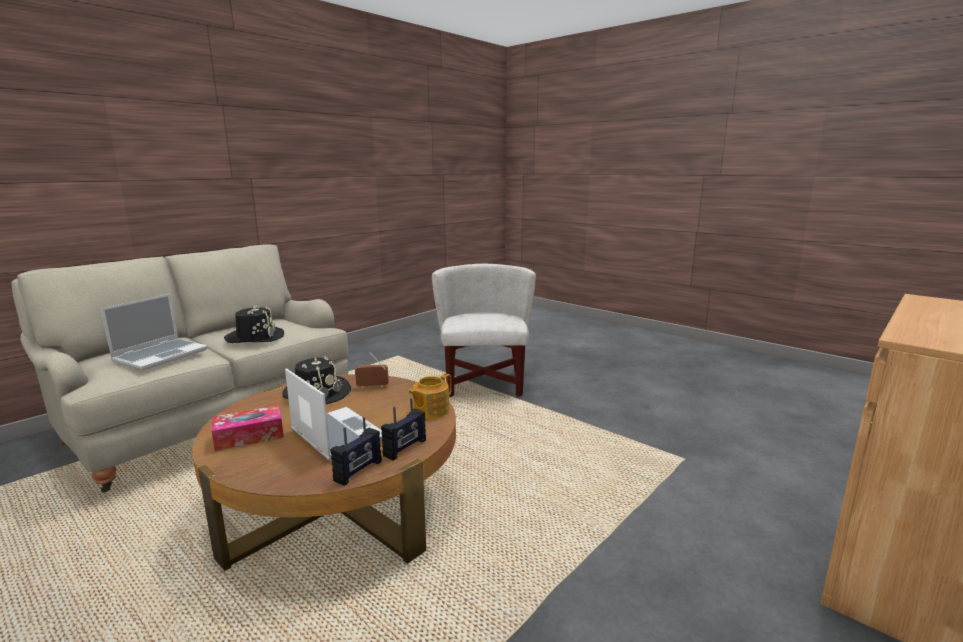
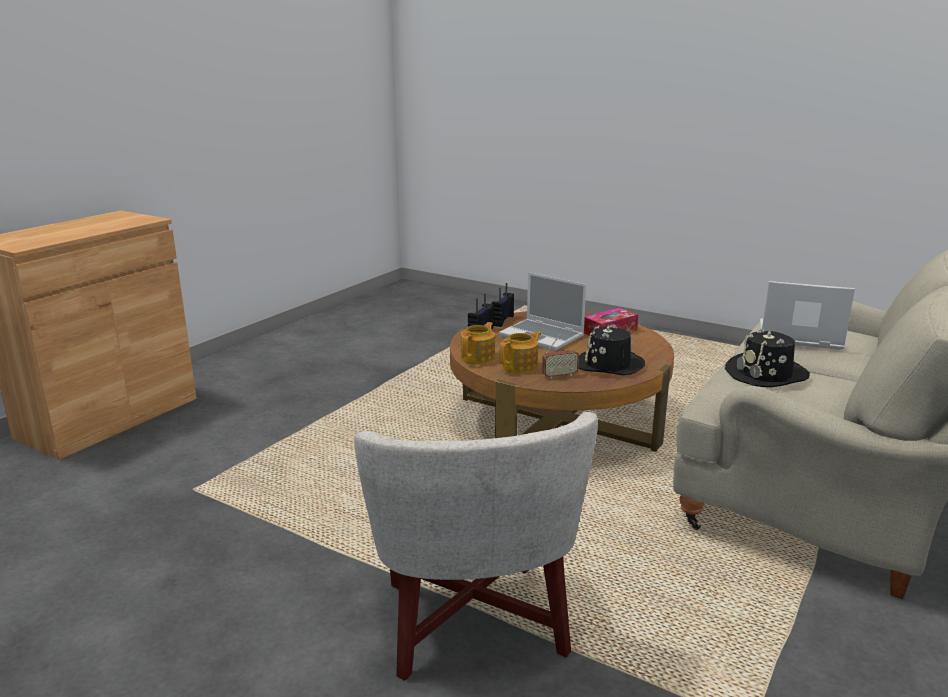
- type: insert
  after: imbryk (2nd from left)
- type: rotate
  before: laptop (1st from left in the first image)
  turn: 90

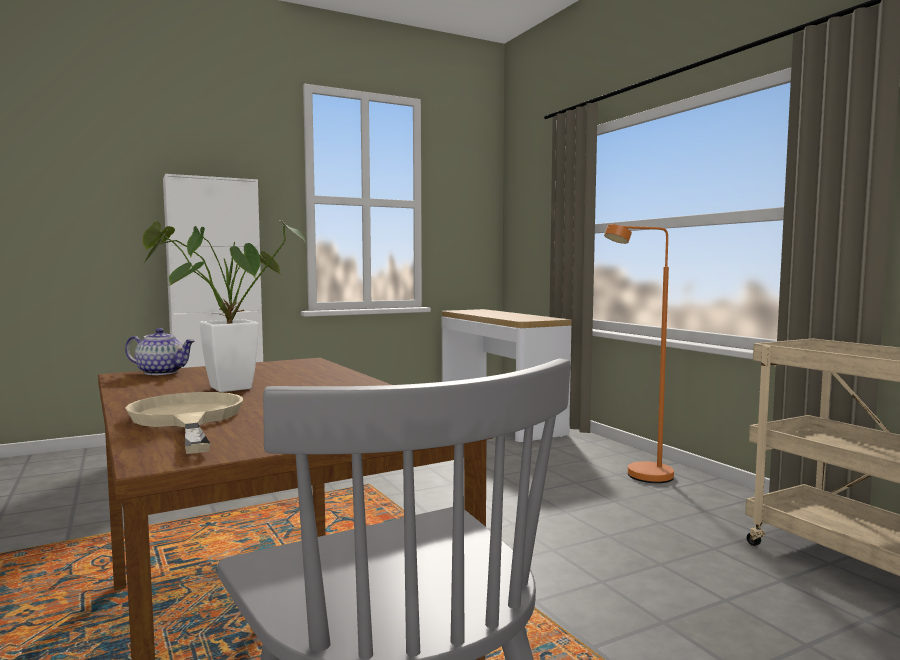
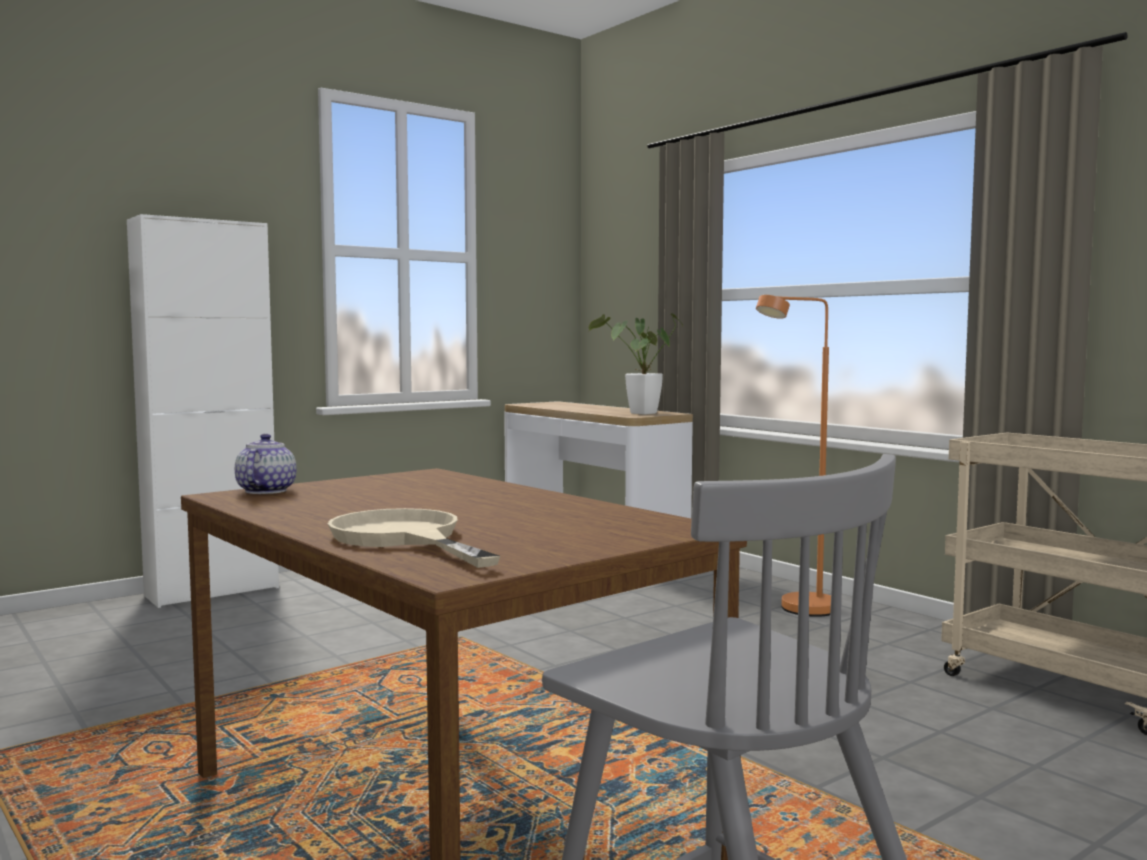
- type: move
  before: roślina doniczkowa
- type: rotate
  before: imbryk
  turn: -90

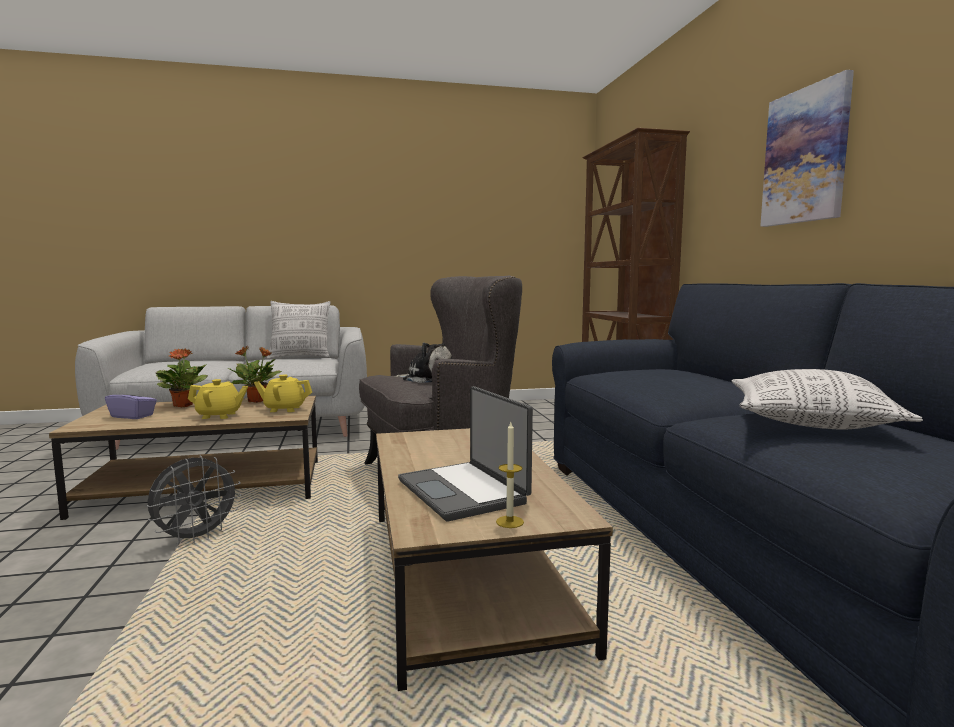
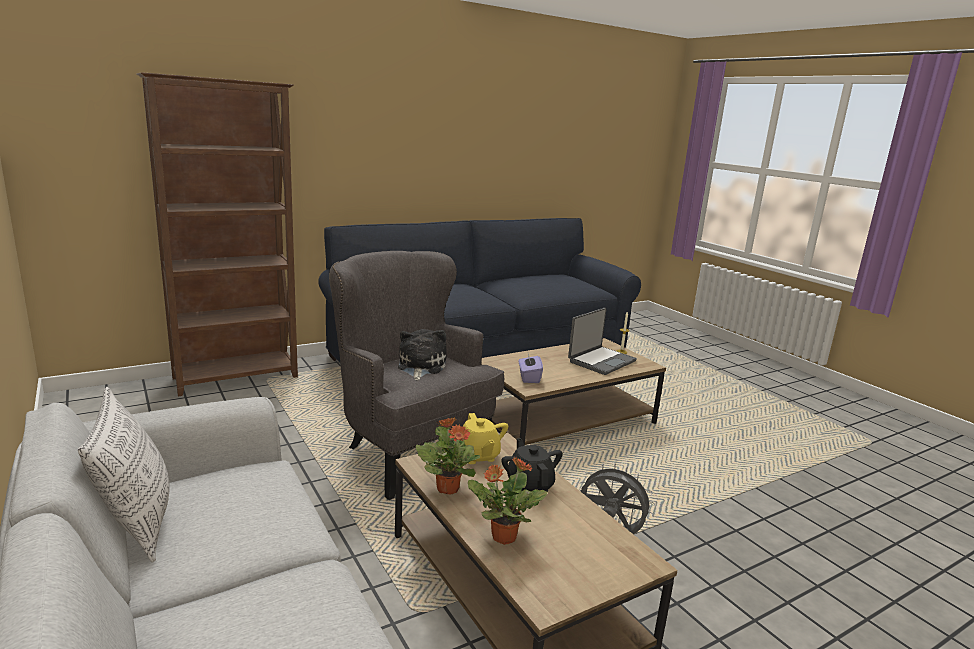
- type: delete
  before: poduszka (2nd from left)
- type: delete
  before: obraz
- type: move
  before: pudełko chusteczek (fioletowy)
- type: recolor
  before: imbryk (żółty) (1st from left)
  after: imbryk (czarny)

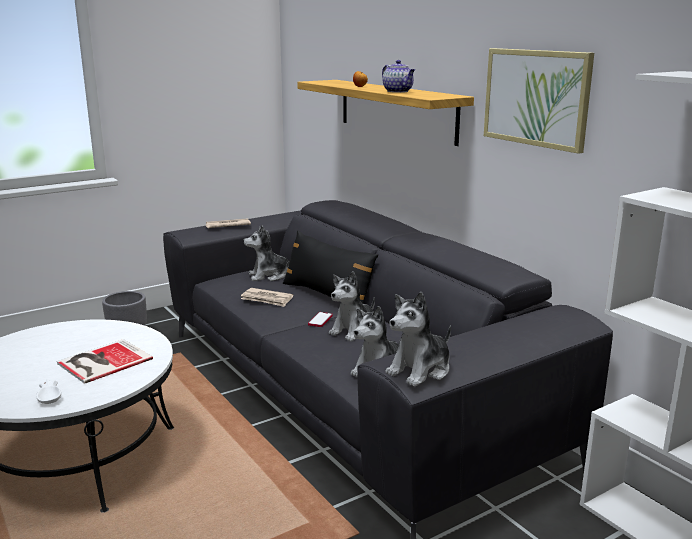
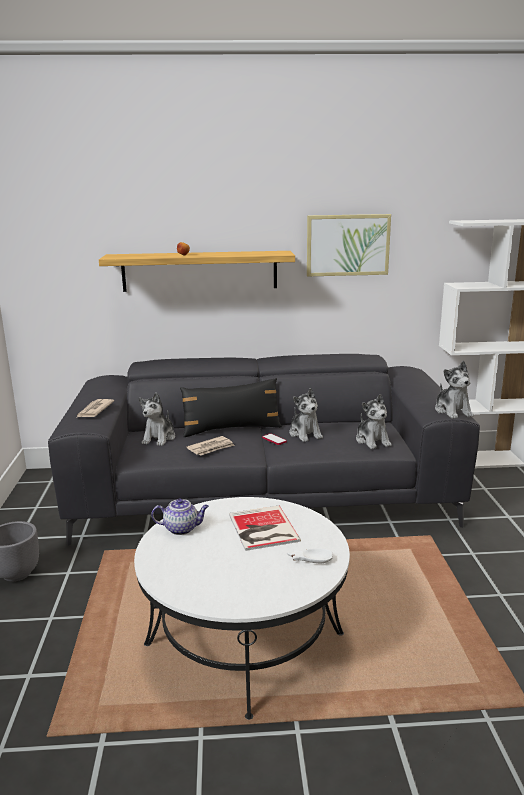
- type: move
  before: imbryk

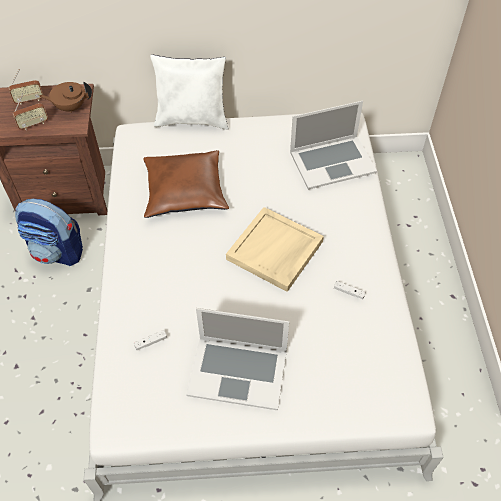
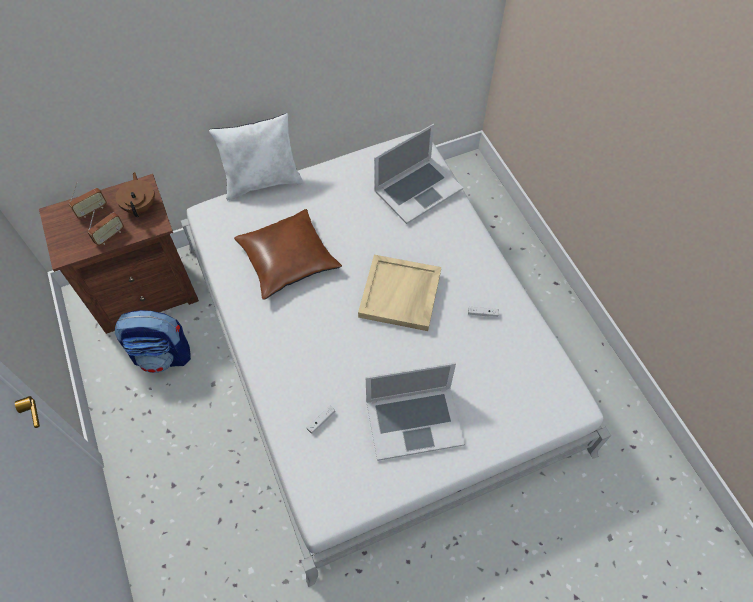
- type: rotate
  before: imbryk (brązowy)
  turn: 105

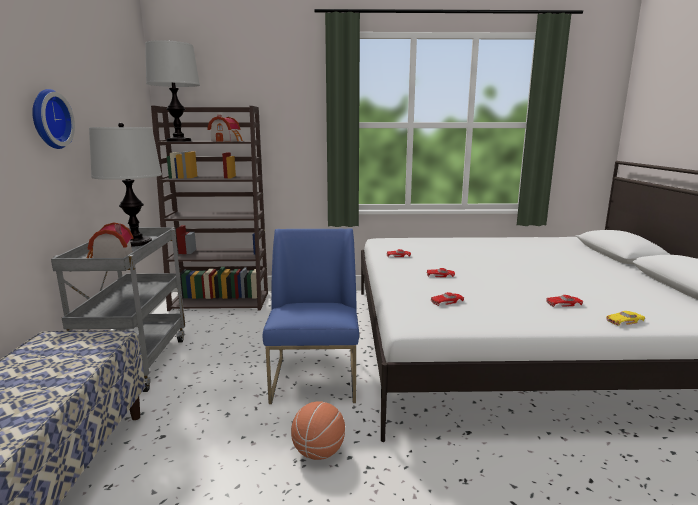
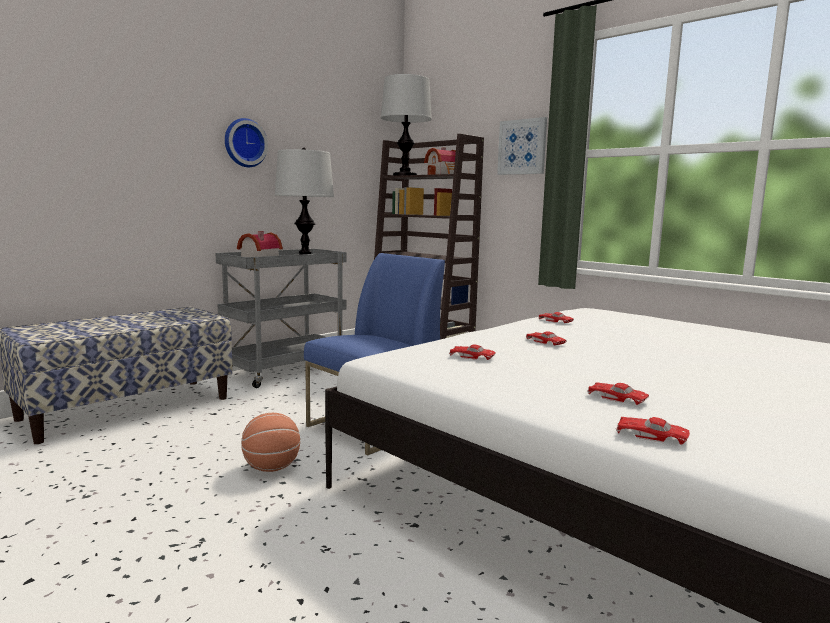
- type: insert
  after: obraz
- type: recolor
  before: samochodzik (żółty)
  after: samochodzik (czerwony) (5th from left)

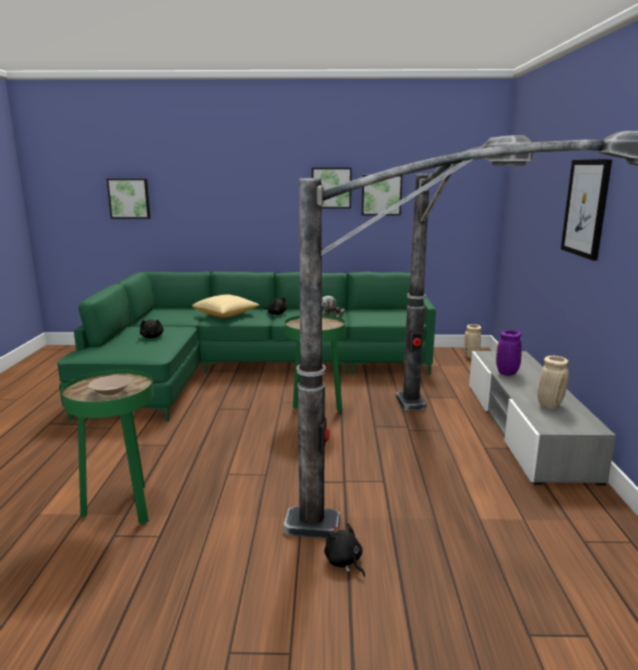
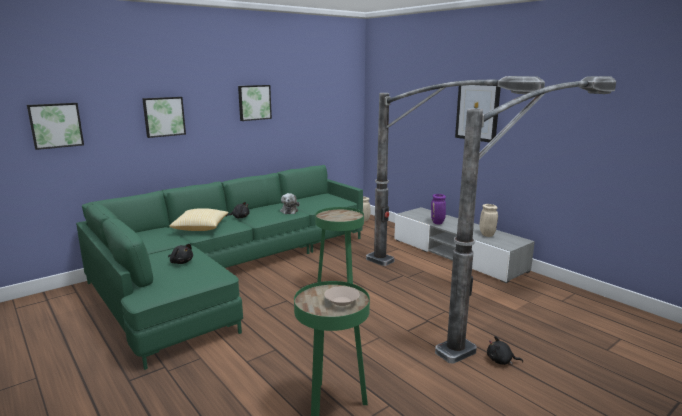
- type: move
  before: obraz (3rd from left in the first image)
  after: obraz (2nd from left)

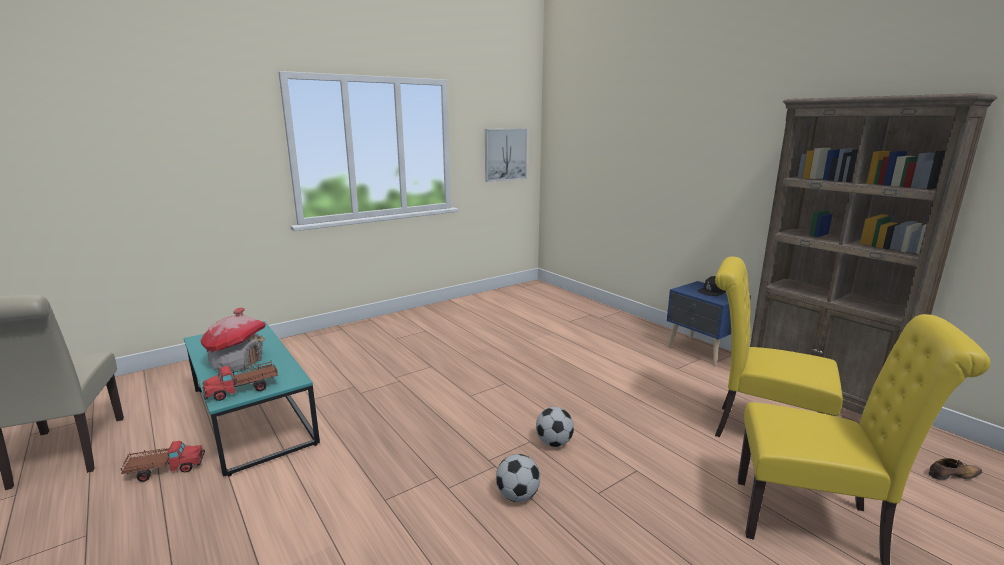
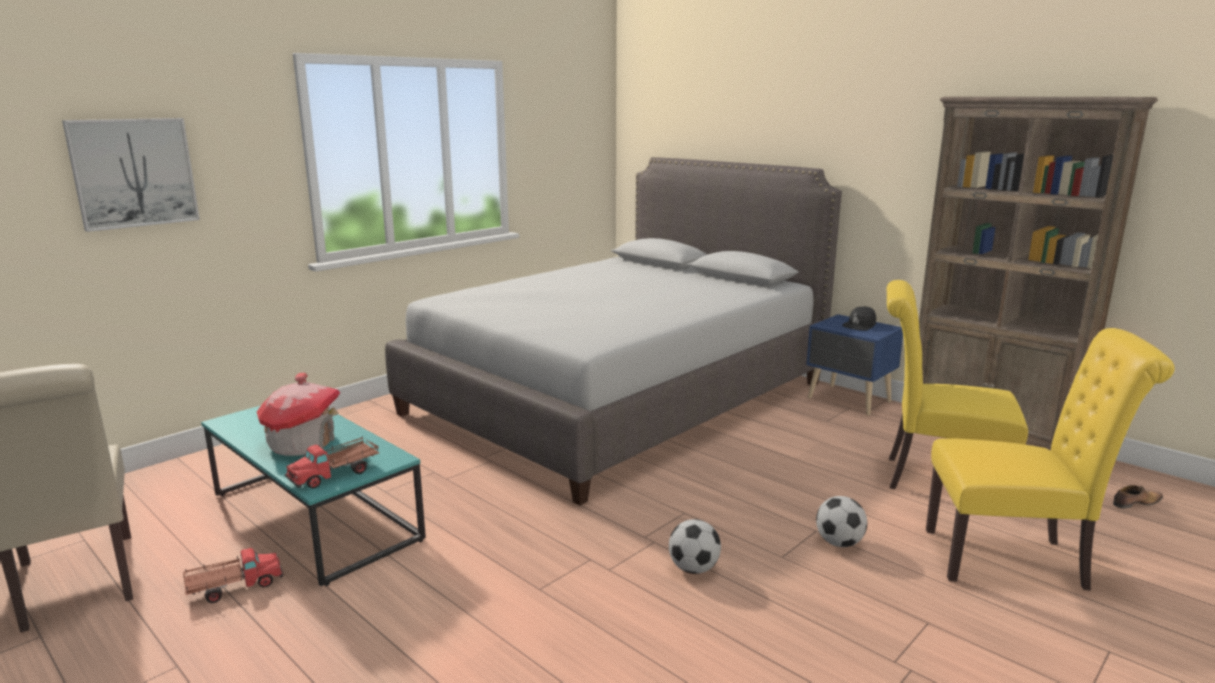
- type: insert
  after: łóżko (szary)
- type: move
  before: obraz
- type: move
  before: piłka futbolowa (2nd from left)

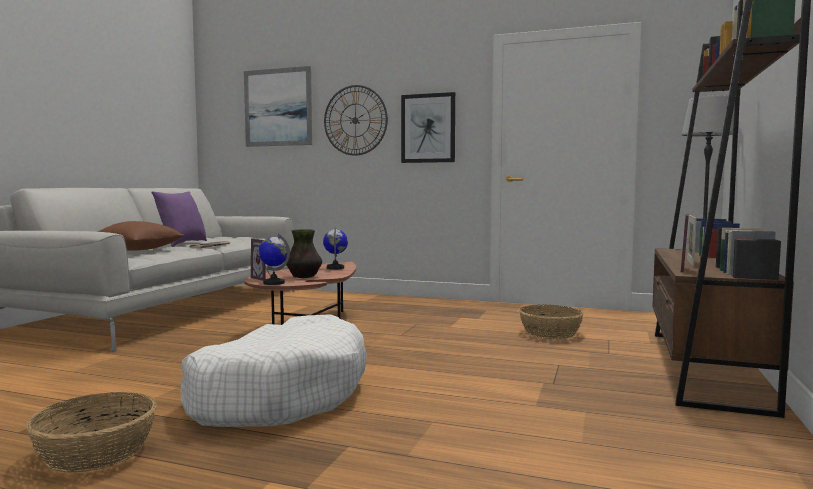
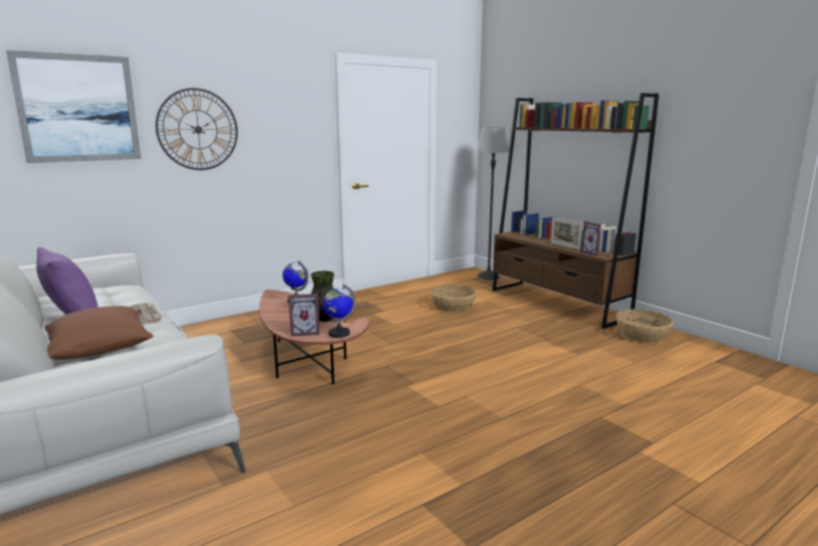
- type: delete
  before: legowisko (biały)
- type: delete
  before: obraz (2nd from left)
- type: move
  before: koszyk (1st from left in the first image)
  after: koszyk (2nd from left)

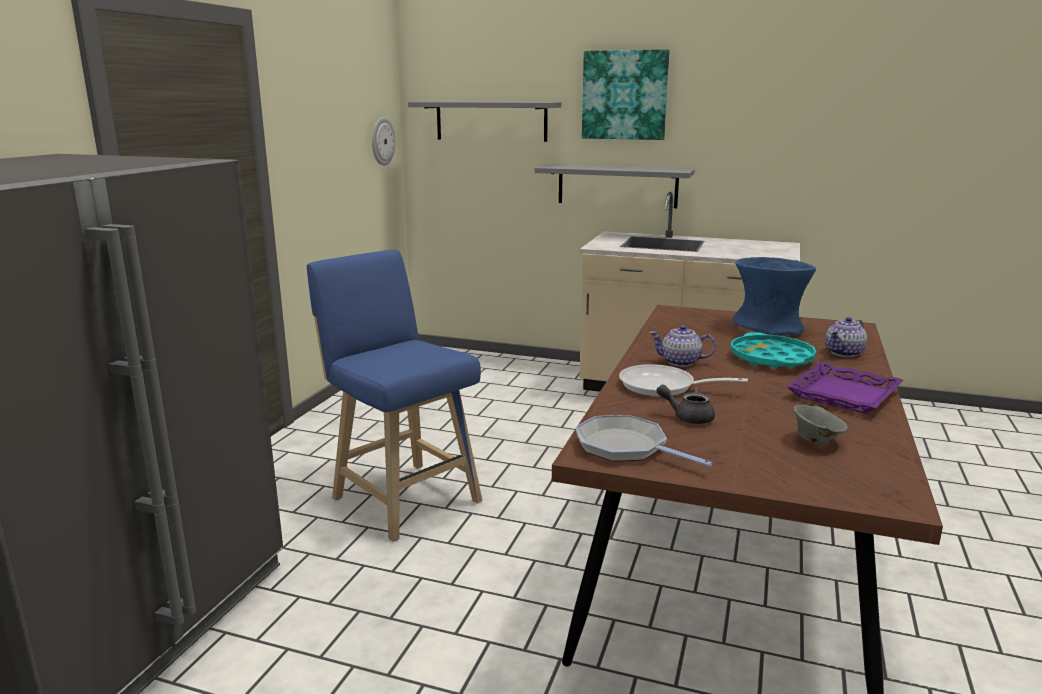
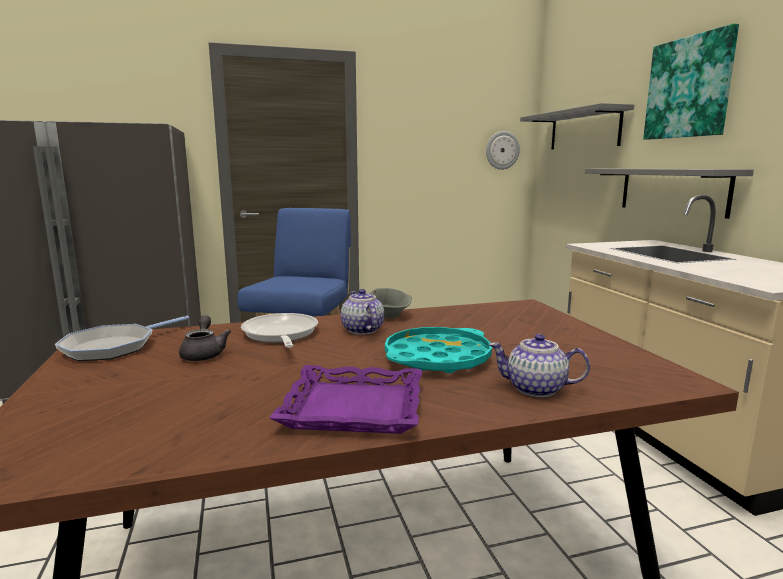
- type: delete
  before: wazon (niebieski)
- type: move
  before: miska (szary)
- type: rotate
  before: patelnia (1st from left)
  turn: -150

